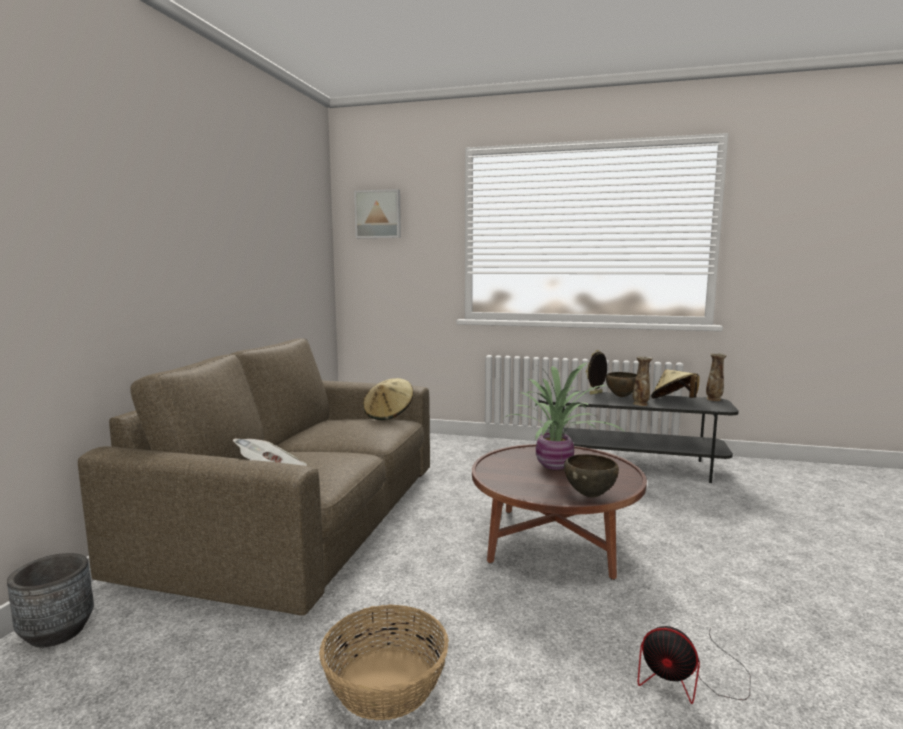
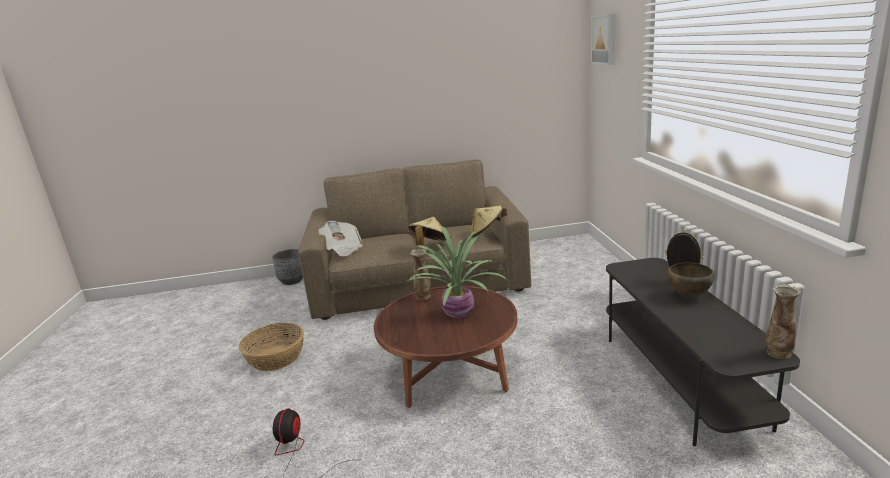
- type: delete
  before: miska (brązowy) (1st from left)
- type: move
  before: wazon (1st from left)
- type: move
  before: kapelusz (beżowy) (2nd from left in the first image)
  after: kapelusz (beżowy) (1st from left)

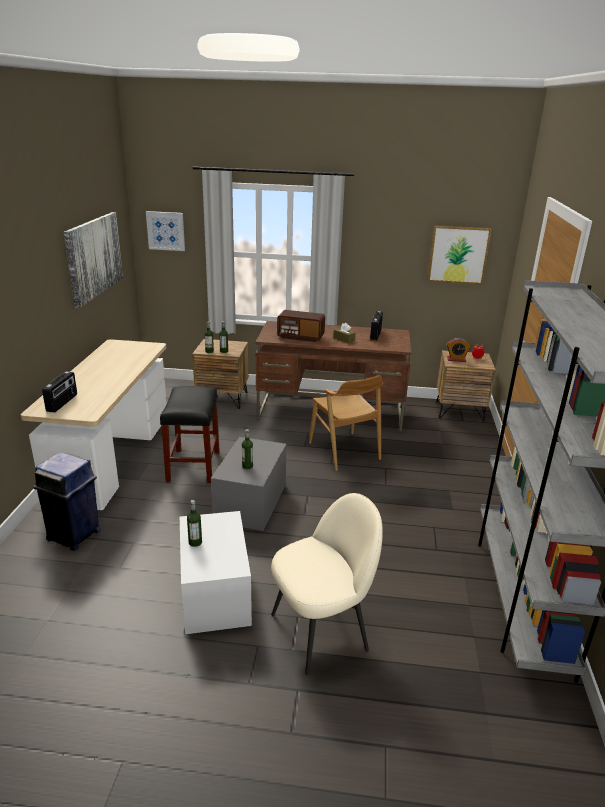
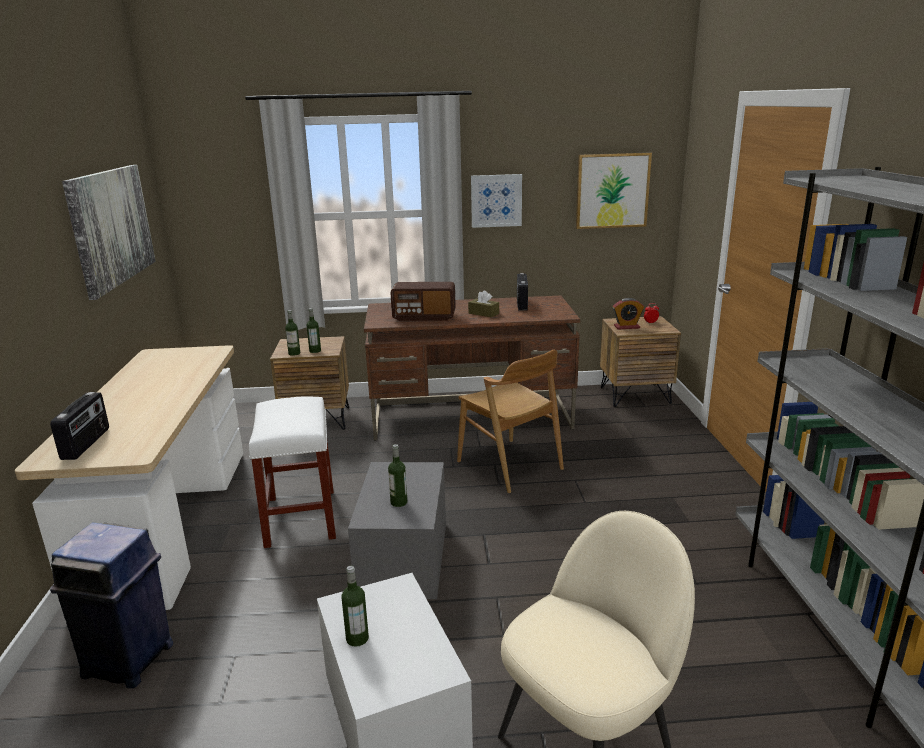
- type: move
  before: obraz (2nd from left)
- type: recolor
  before: stołek (czarny)
  after: stołek (biały)

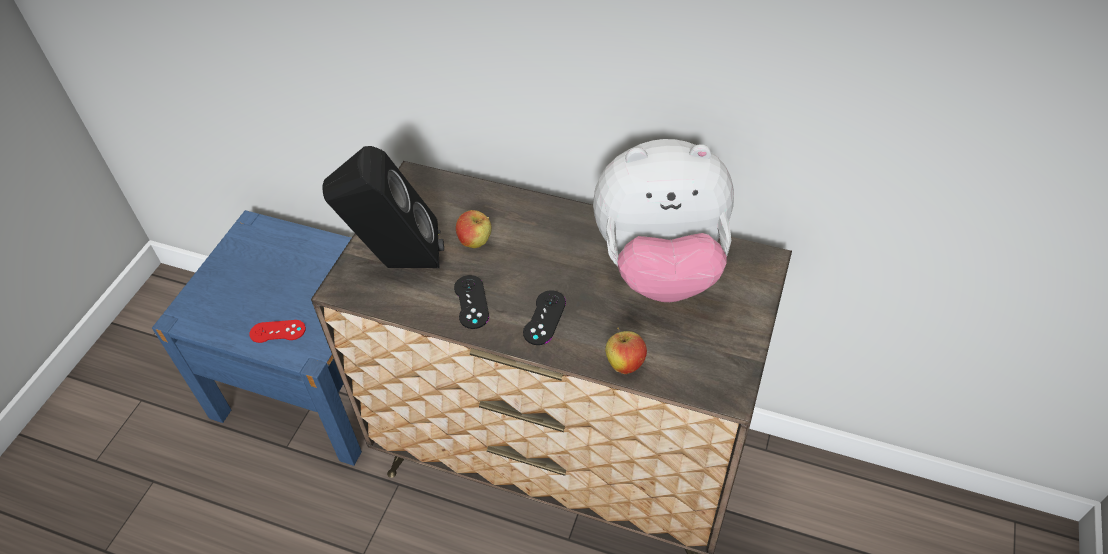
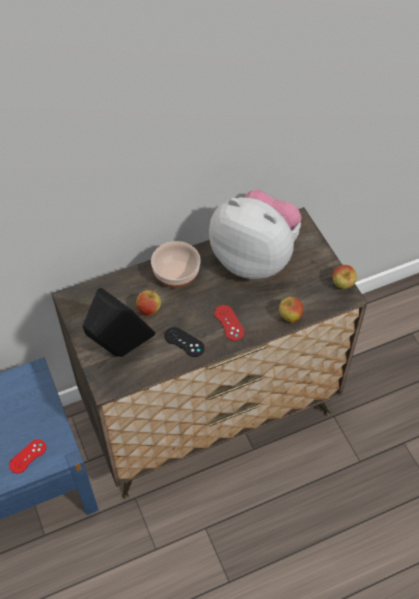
- type: insert
  after: miska
- type: insert
  after: jabłko (3rd from left)
- type: recolor
  before: pad do gier (czarny) (2nd from left)
  after: pad do gier (czerwony) (2nd from left)
- type: rotate
  before: pluszak
  turn: -105

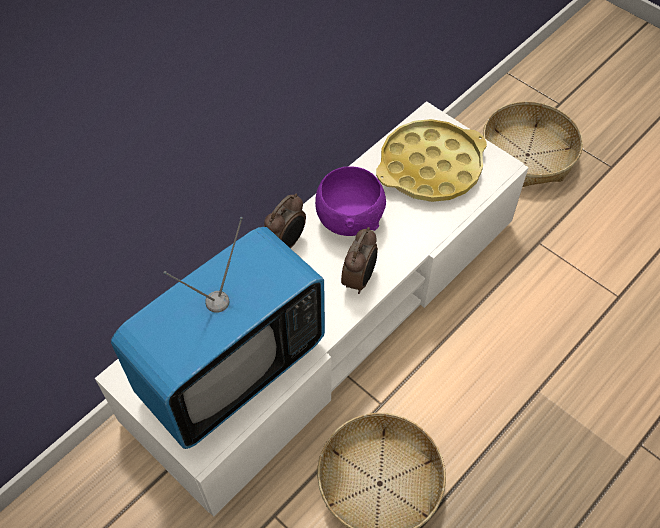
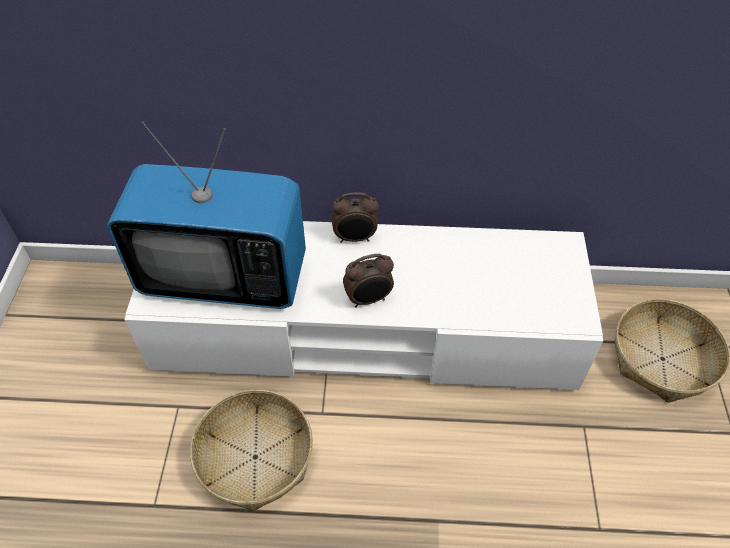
- type: delete
  before: miska (fioletowy)
- type: delete
  before: taca (żółty)

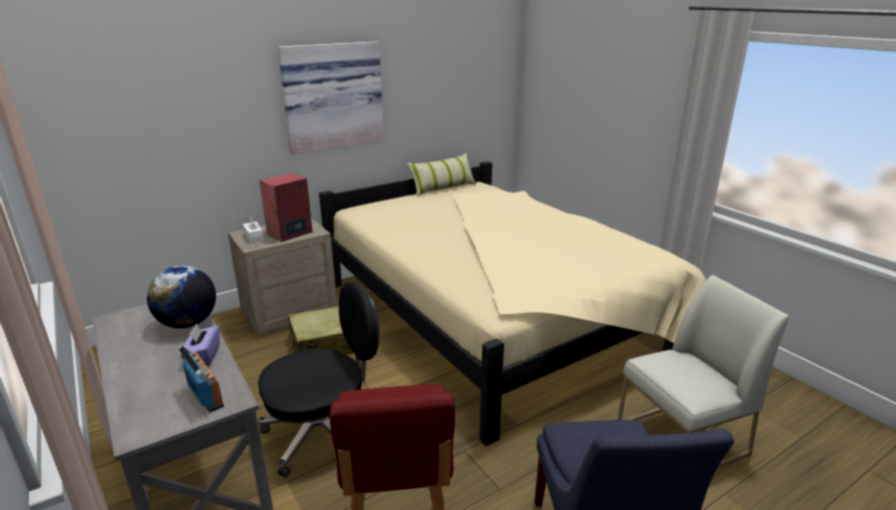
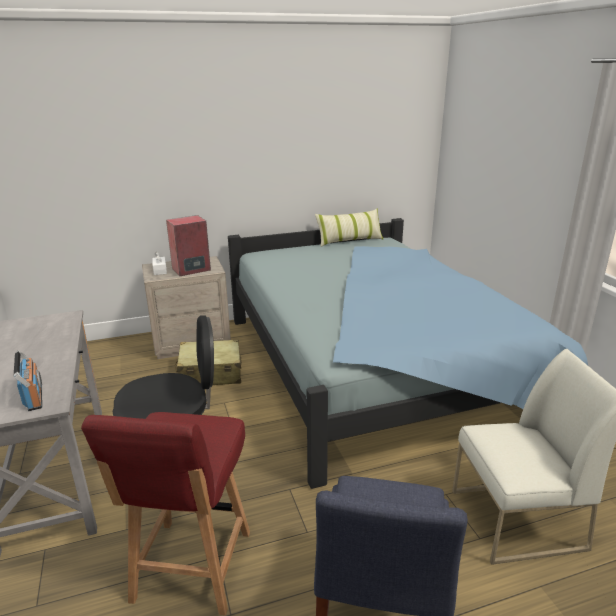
- type: delete
  before: globus
- type: delete
  before: pudełko chusteczek (fioletowy)
- type: delete
  before: obraz
- type: recolor
  before: łóżko (beżowy)
  after: łóżko (niebieski)

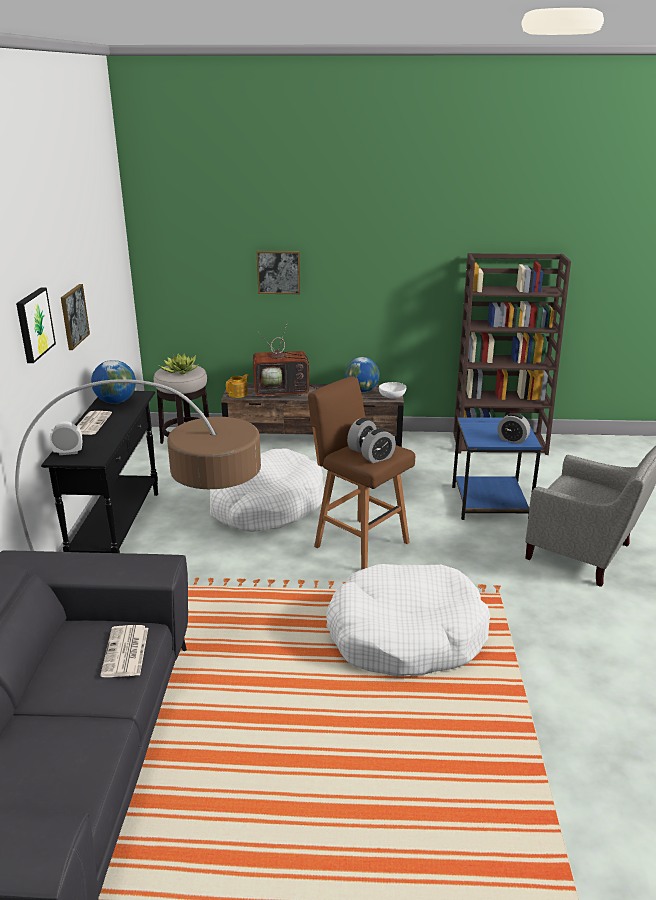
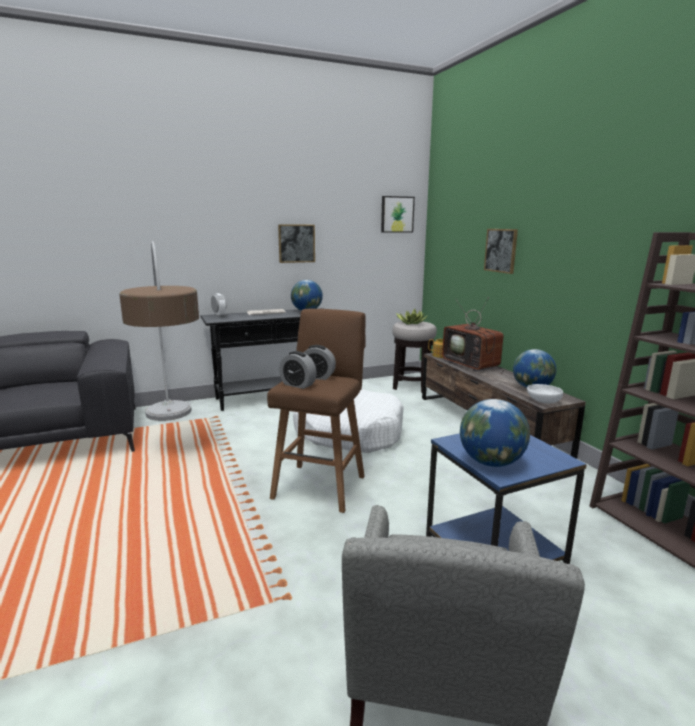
- type: delete
  before: gazeta (2nd from left)
- type: delete
  before: legowisko (biały) (2nd from left)
- type: move
  before: obraz (1st from left in the first image)
  after: obraz (2nd from left)
- type: replace
  before: budzik (4th from left)
  after: globus (2nd from left)

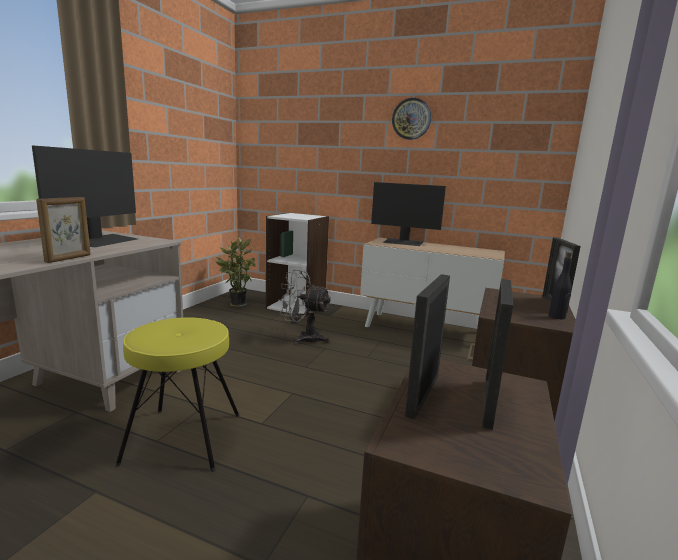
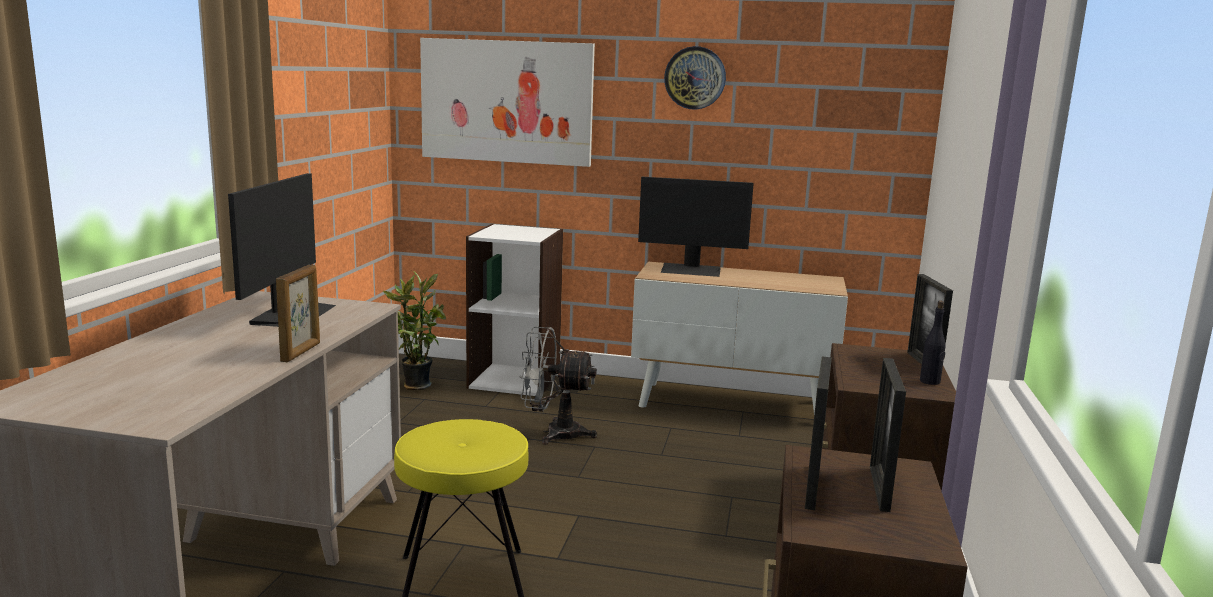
- type: insert
  after: obraz

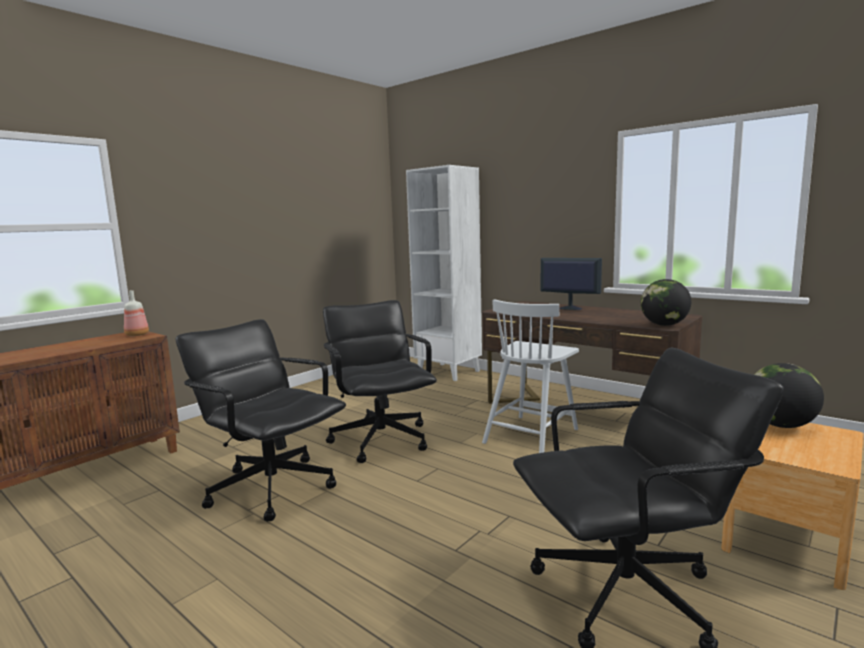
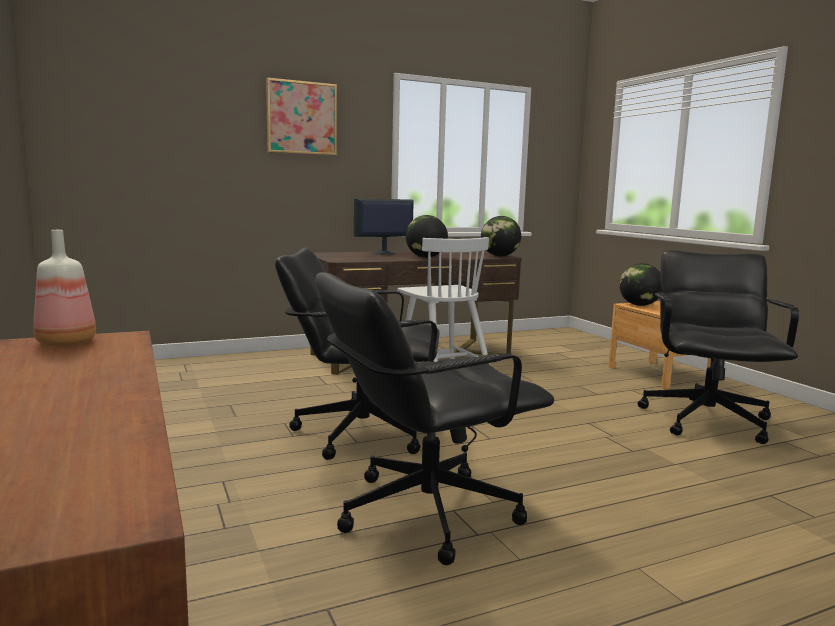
- type: delete
  before: regał (biały)
- type: insert
  after: obraz
- type: insert
  after: globus (1st from left)

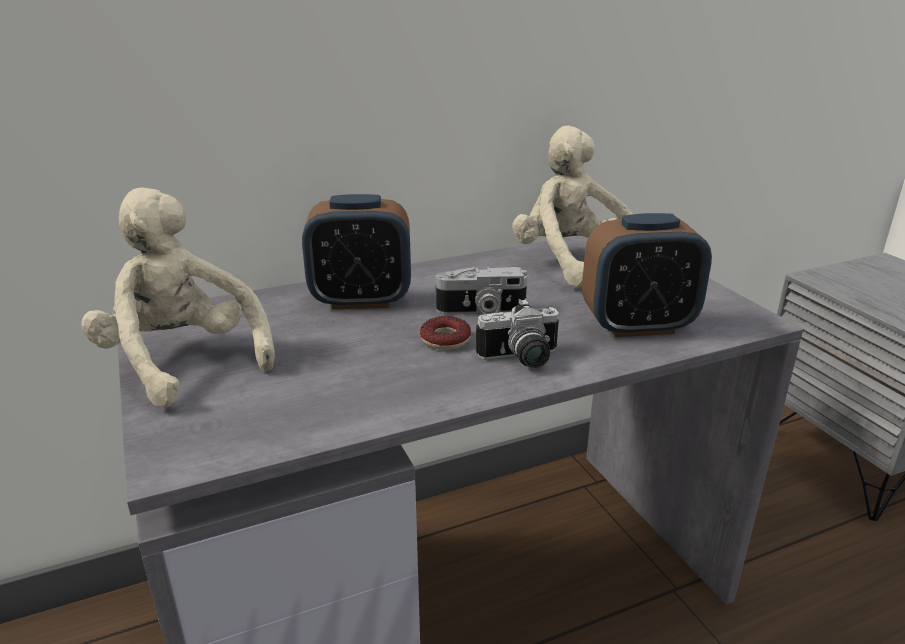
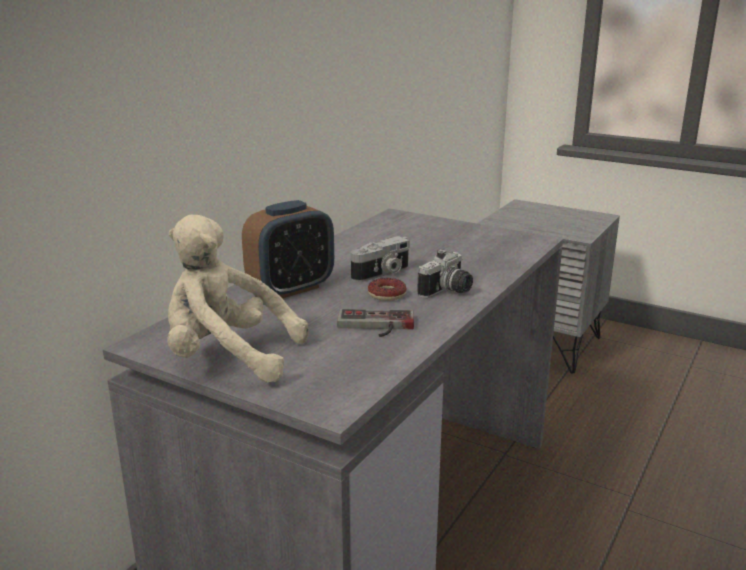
- type: delete
  before: pluszak (beżowy) (2nd from left)
- type: delete
  before: budzik (2nd from left)
- type: insert
  after: pad do gier

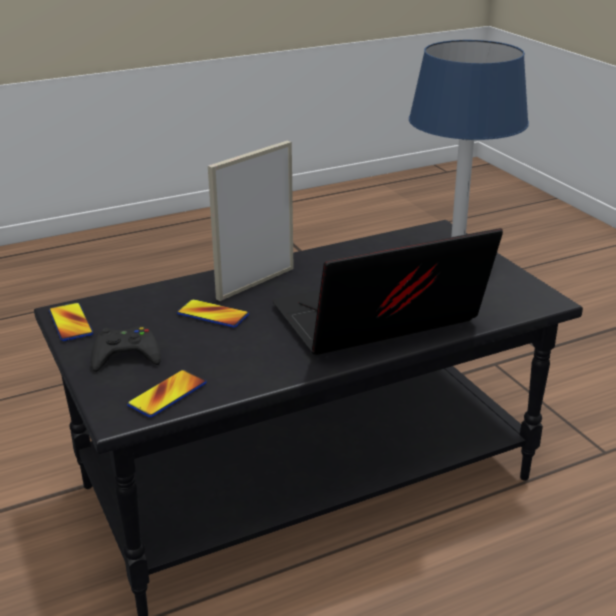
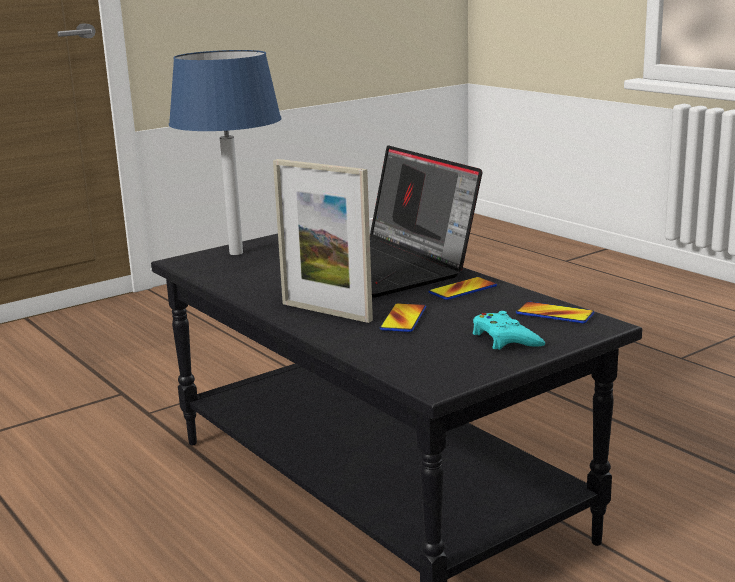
- type: move
  before: telefon (1st from left in the first image)
  after: telefon (2nd from left)
- type: recolor
  before: pad do gier (czarny)
  after: pad do gier (turkusowy)

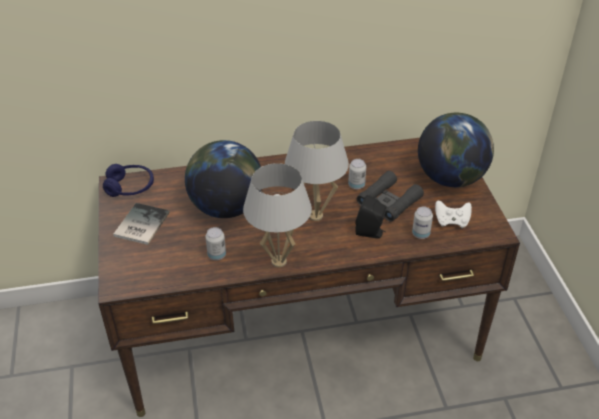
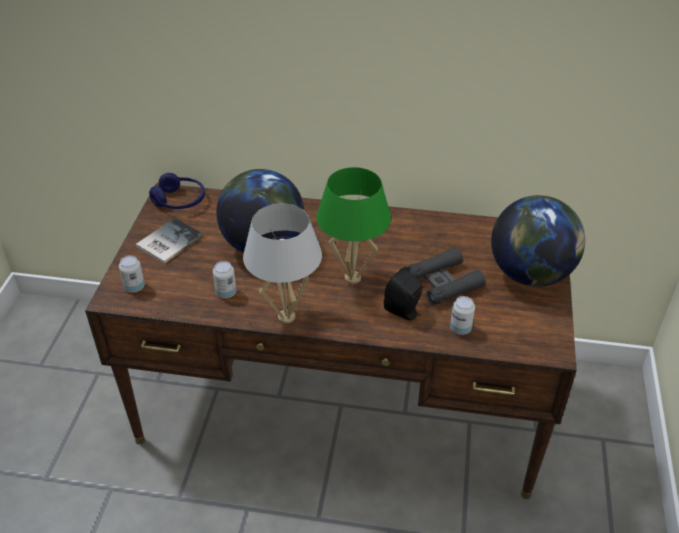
- type: delete
  before: pad do gier (biały)
- type: move
  before: puszka (2nd from left in the first image)
  after: puszka (1st from left)
- type: recolor
  before: lampa stołowa (biały) (2nd from left)
  after: lampa stołowa (zielony)

